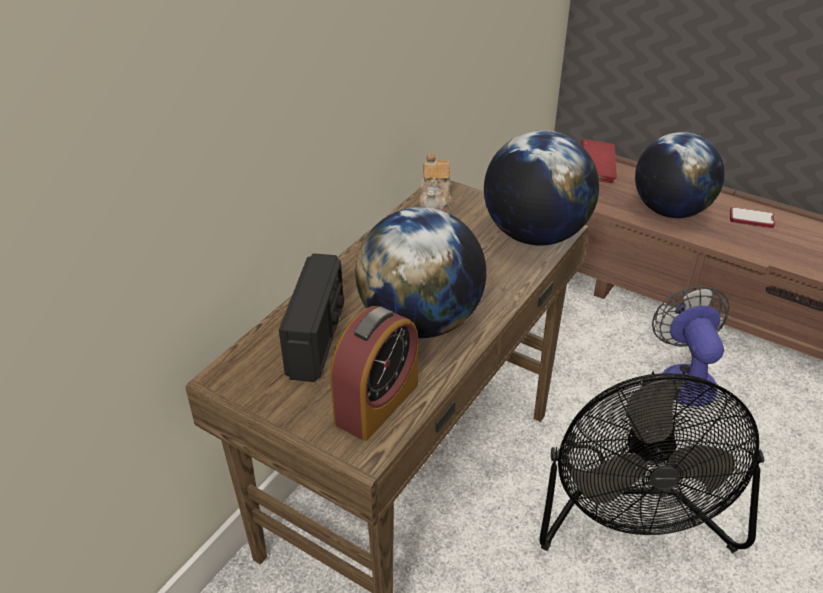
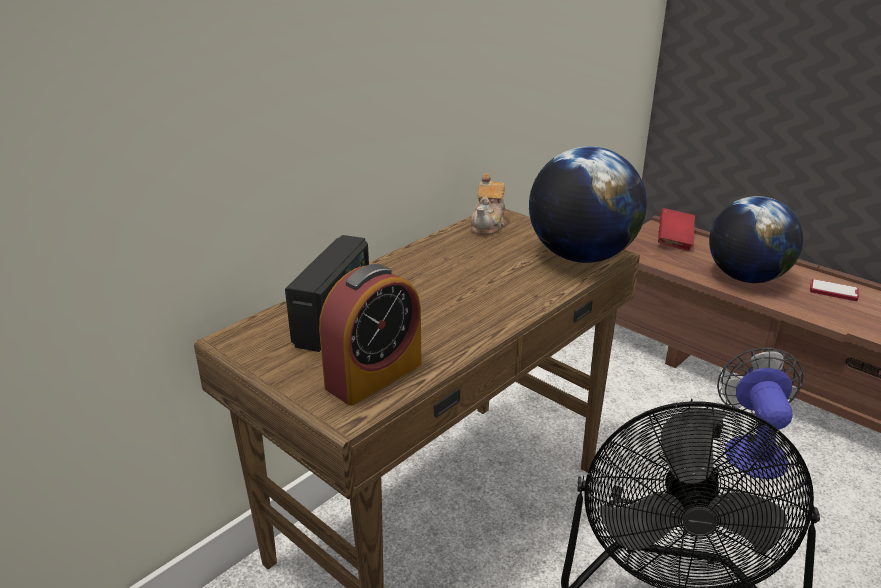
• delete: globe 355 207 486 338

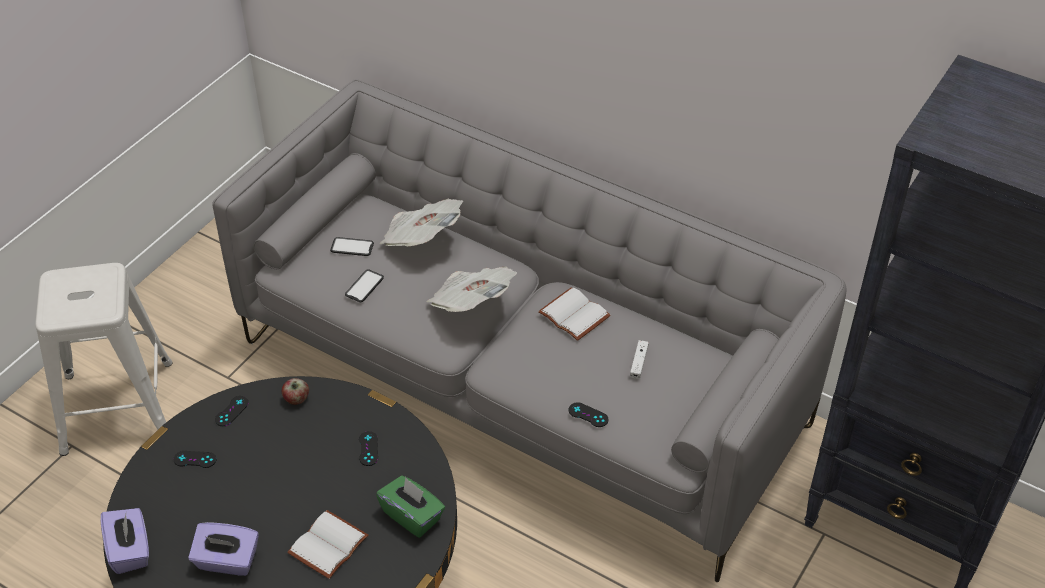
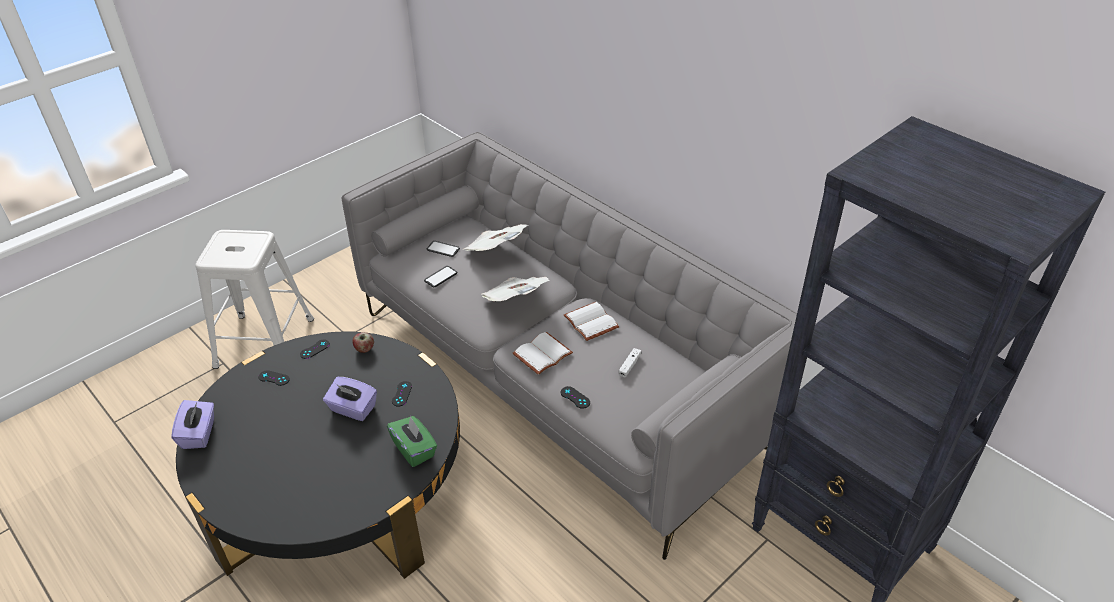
• move: tissue box/purple 188 522 259 576 to 323 377 377 421
• move: book/white 287 510 368 579 to 513 332 573 375

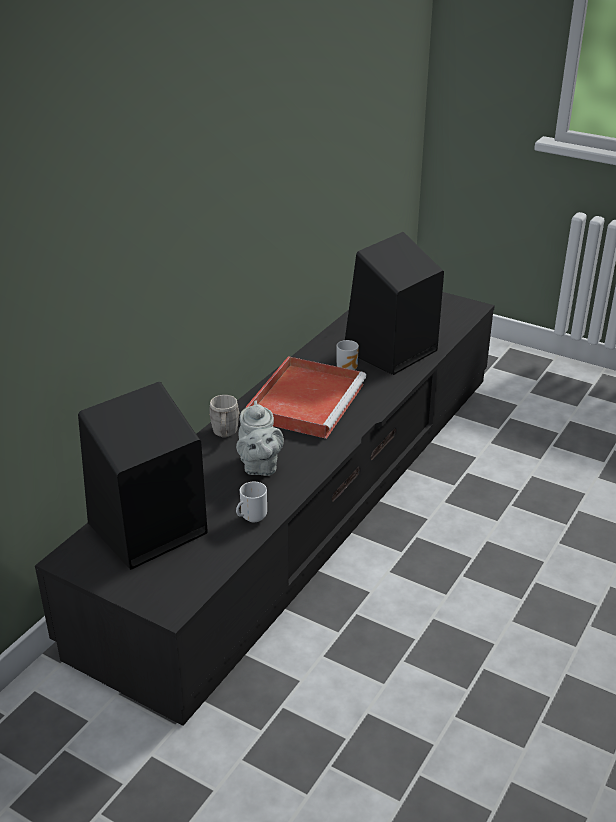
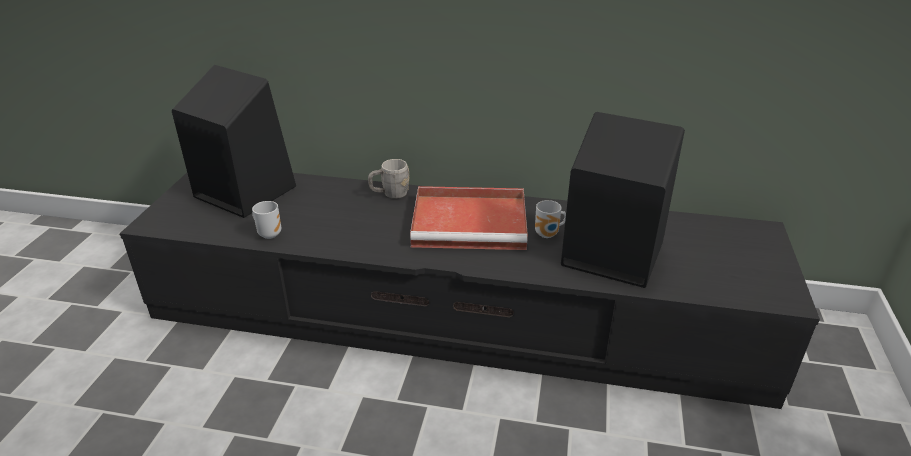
• delete: teapot/grey 236 401 284 476

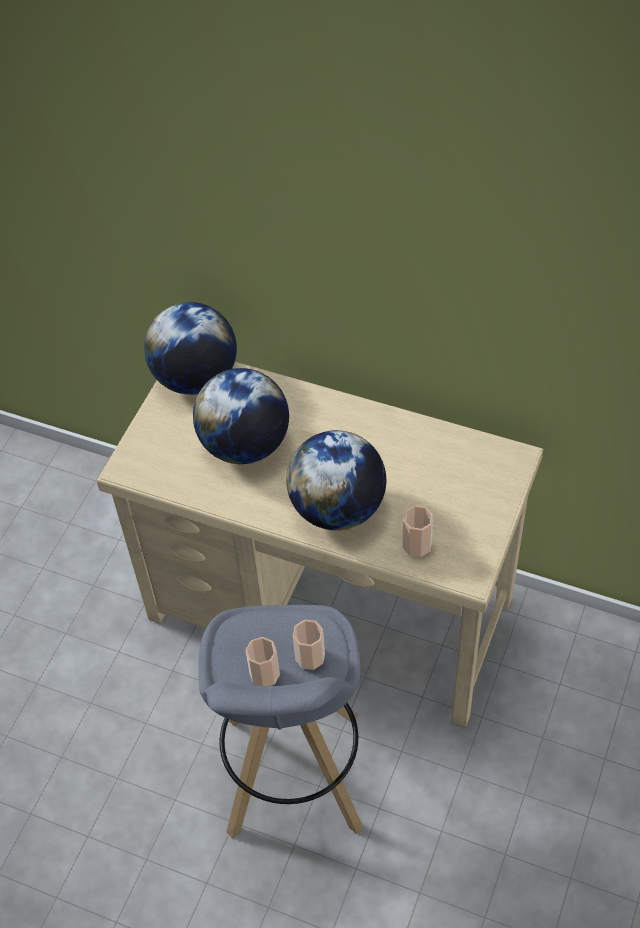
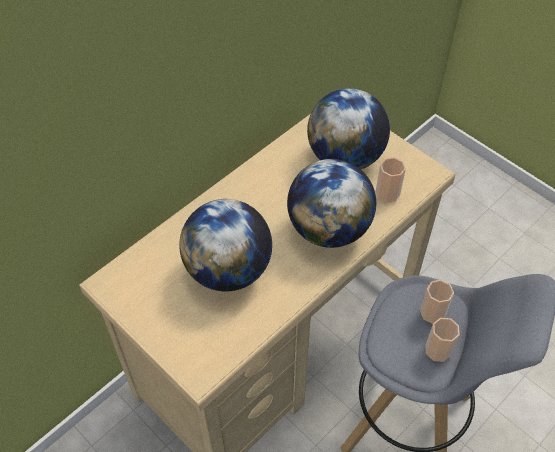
• move: globe 144 302 237 395 to 307 88 390 169

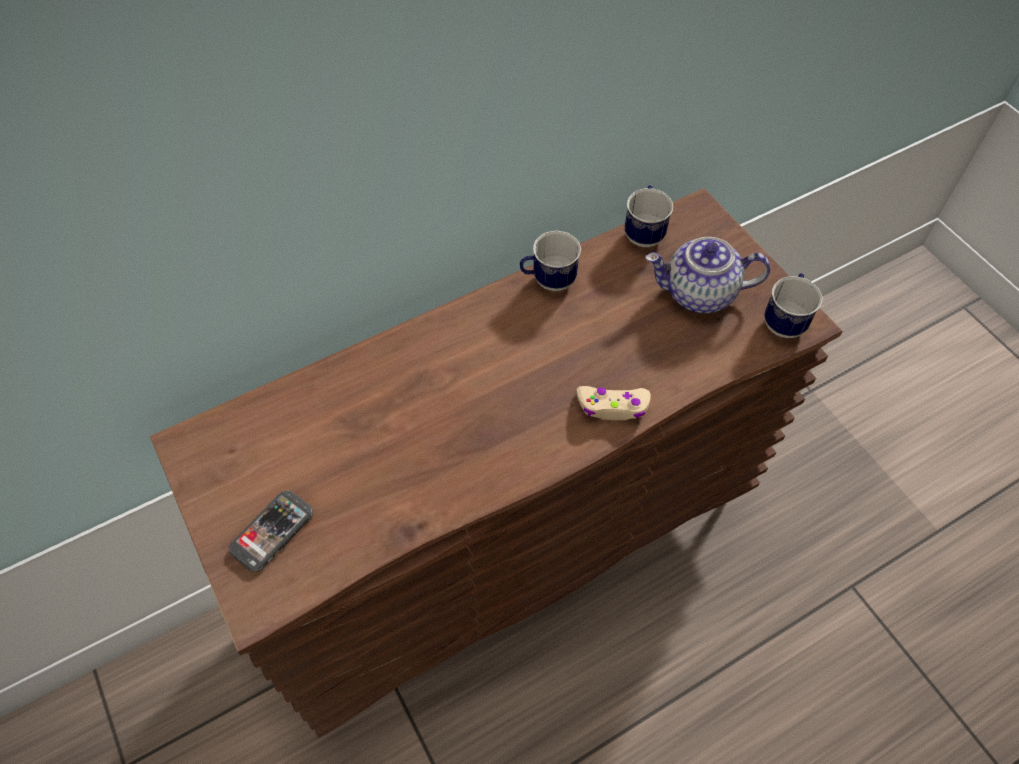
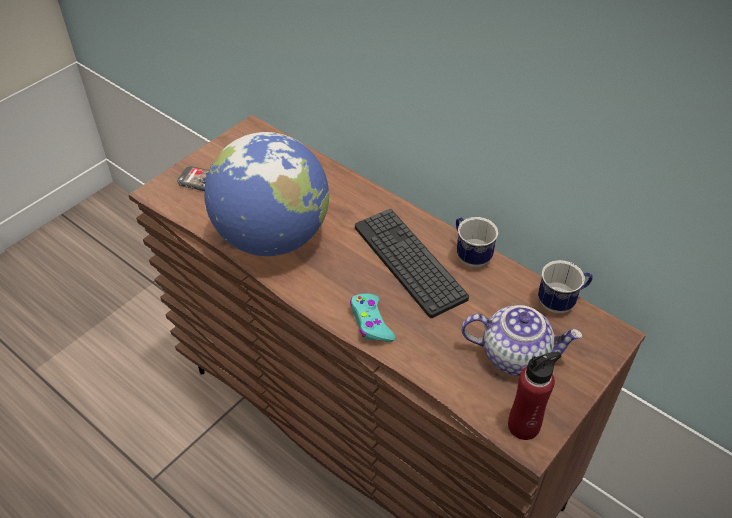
• insert: globe 204 132 329 256
• recolor: game controller/beige 576 386 651 420 to game controller/turquoise 350 294 395 342
• insert: keyboard 355 209 469 318
• rotate: teapot 645 237 770 313 = 461 305 582 376 120 degrees clockwise
• replace: mug 764 273 823 338 to bottle/red 508 352 561 440

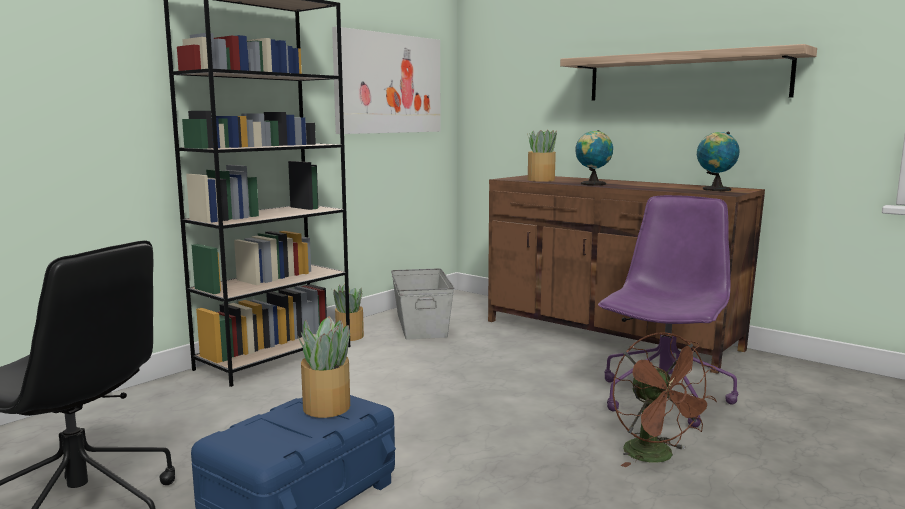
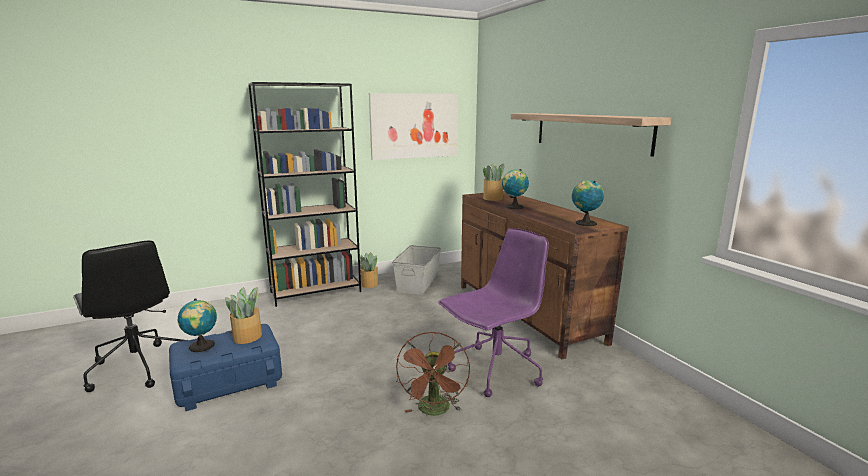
• insert: globe 178 298 217 352

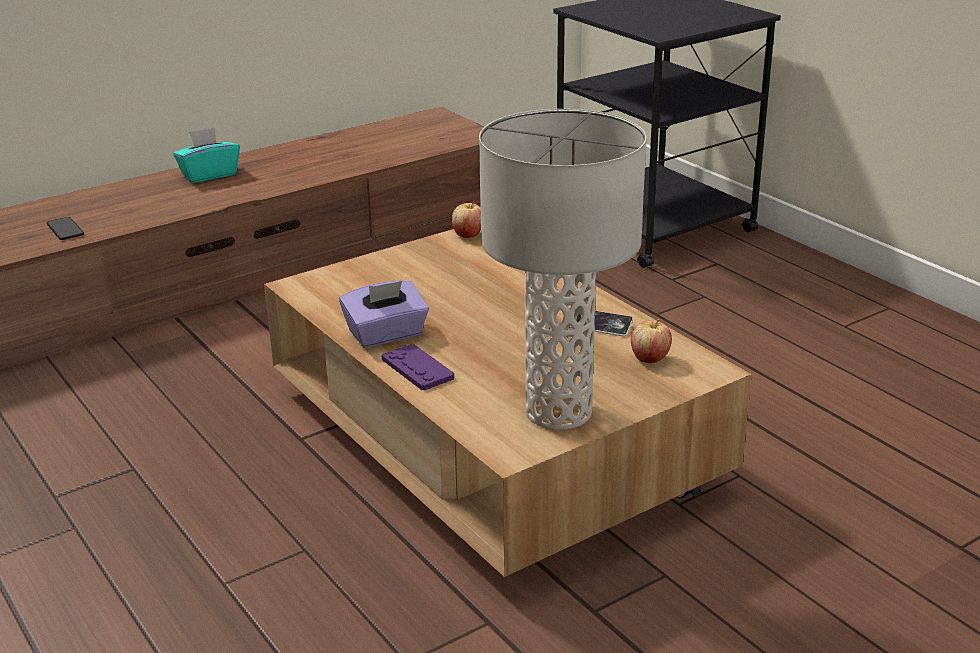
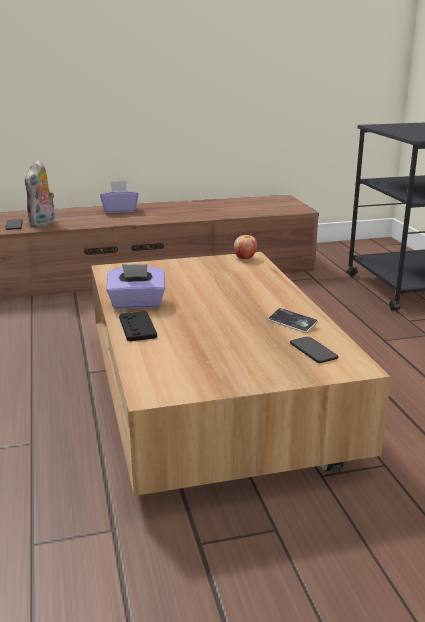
• insert: plush toy 25 160 55 227
• recolor: tissue box/turquoise 173 127 240 183 to tissue box/purple 100 181 139 213
• recolor: game controller/purple 382 344 454 390 to game controller/black 119 311 157 341
• replace: apple 631 319 672 363 to phone 290 337 338 363
• delete: table lamp/white 479 109 646 430

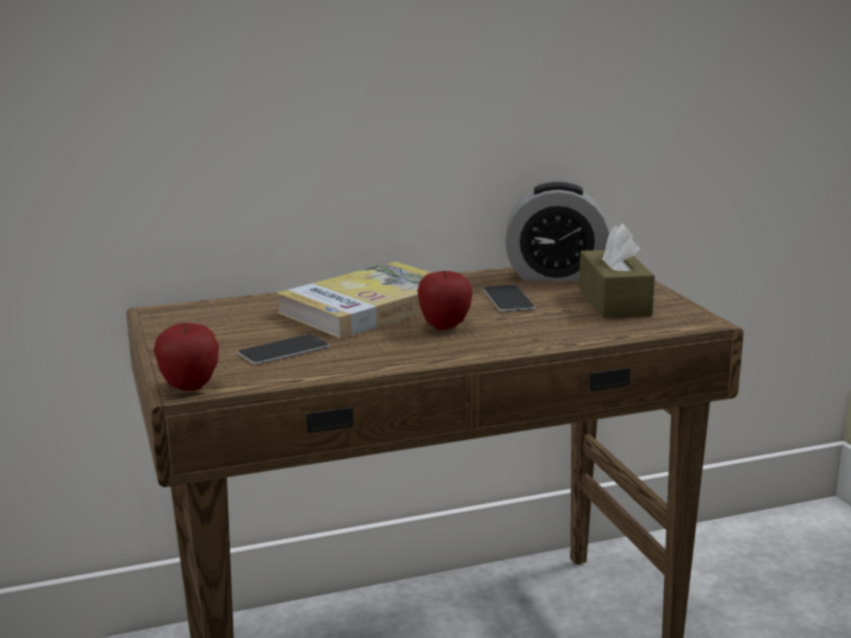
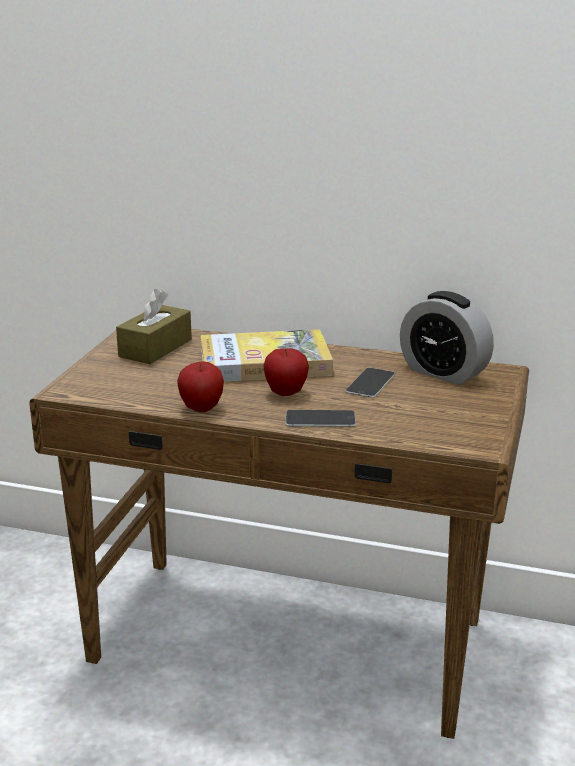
• move: tissue box/brown 579 224 655 318 to 116 289 192 364
• move: apple 154 323 219 391 to 177 361 224 412
• move: phone 237 334 330 365 to 286 410 356 427

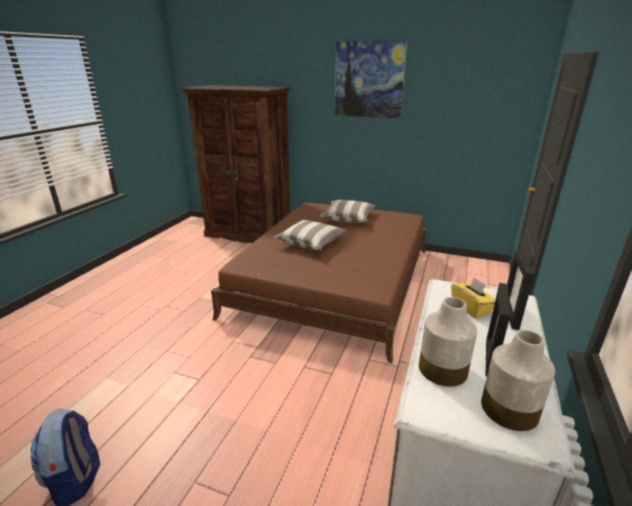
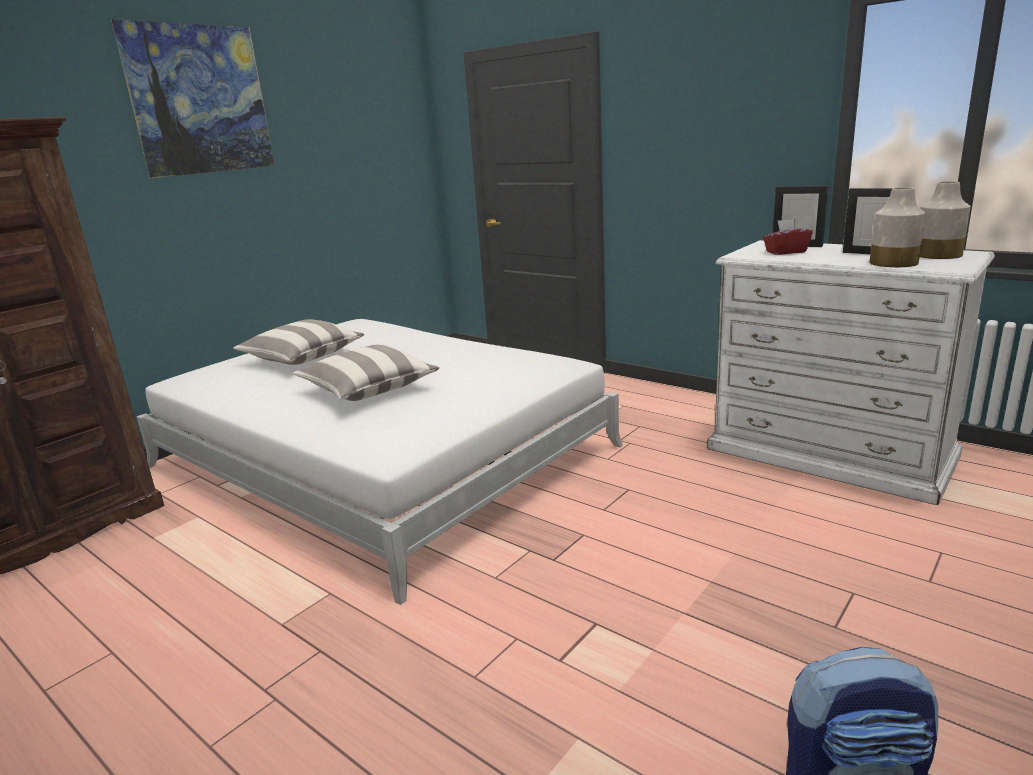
• recolor: bed/brown 211 203 427 363 to bed/white 137 319 623 605
• recolor: tissue box/yellow 451 277 495 318 to tissue box/red 763 219 813 255

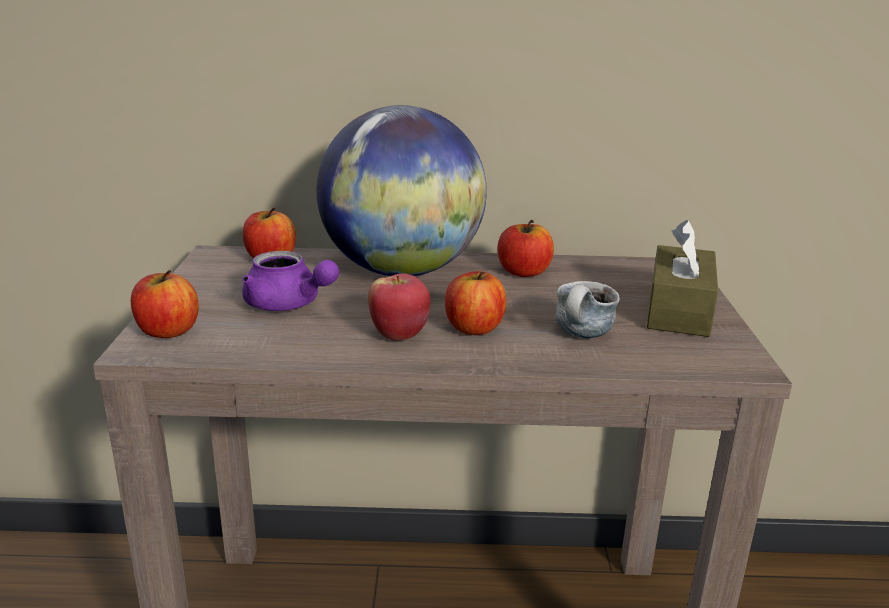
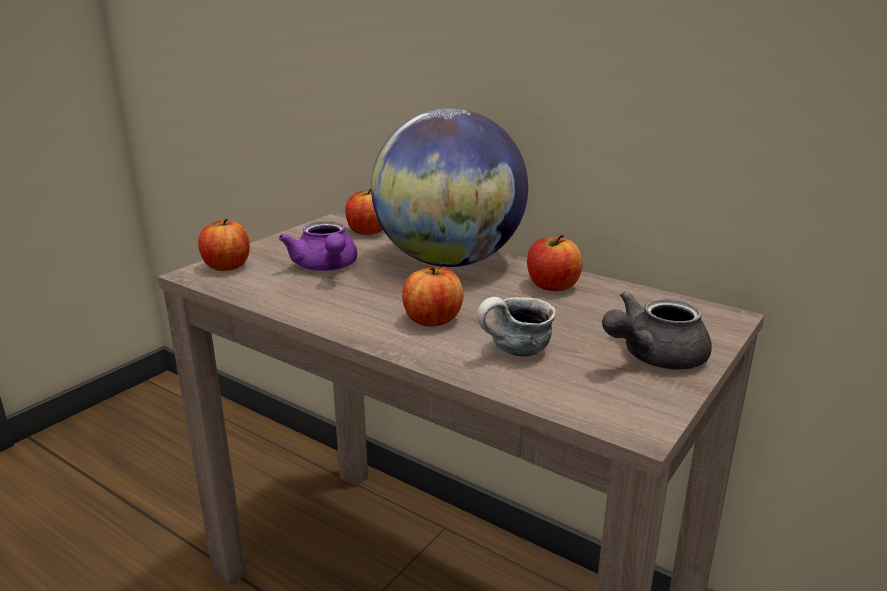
• replace: tissue box/brown 647 220 718 337 to teapot/grey 602 291 712 370
• delete: apple 368 273 430 341

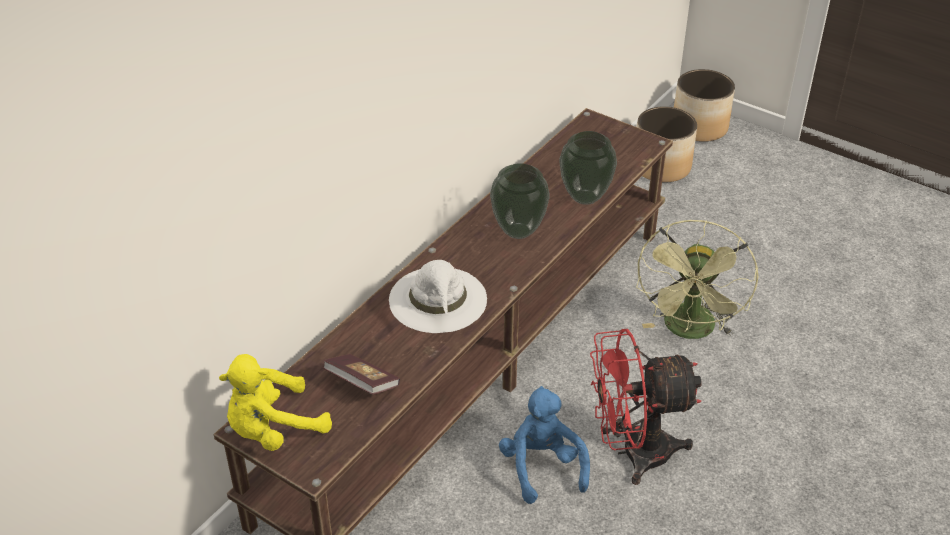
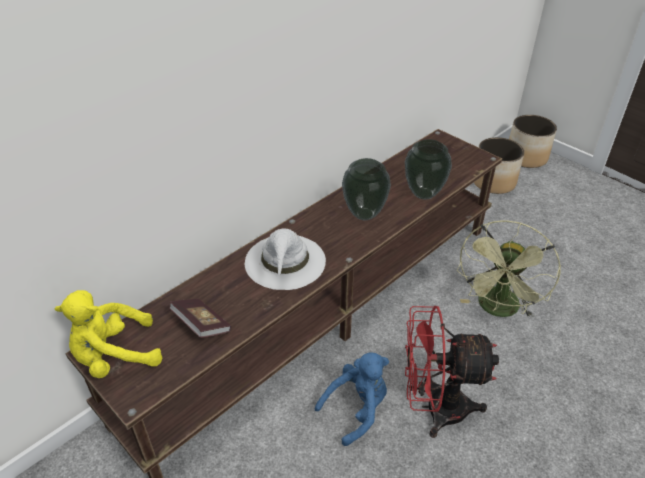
• rotate: plush toy/blue 499 386 590 504 = 315 352 389 446 60 degrees clockwise

